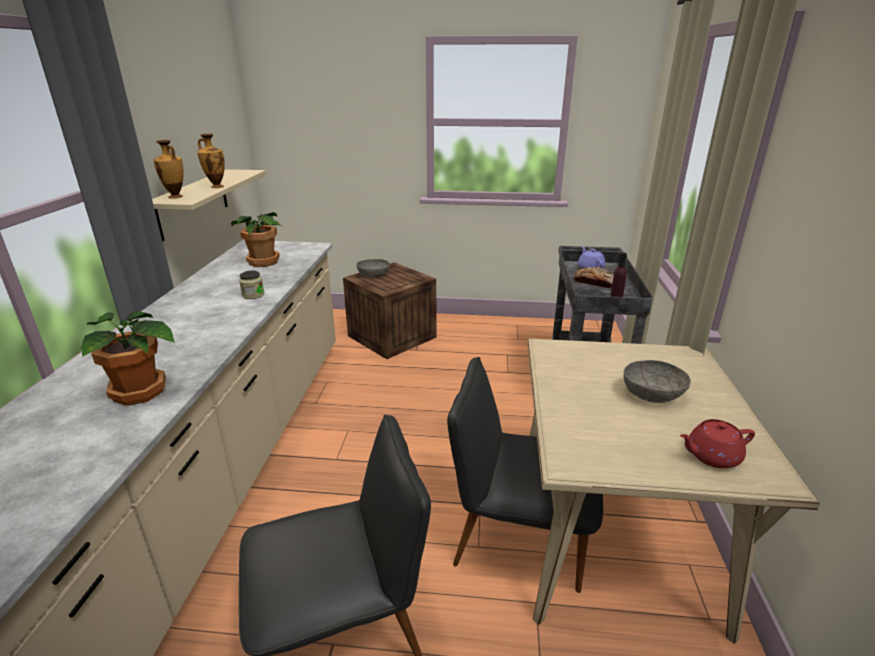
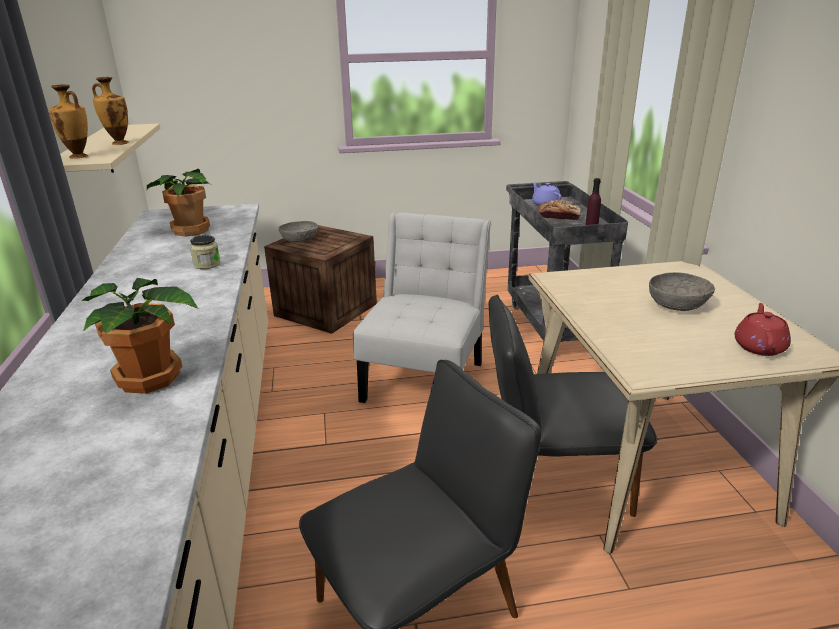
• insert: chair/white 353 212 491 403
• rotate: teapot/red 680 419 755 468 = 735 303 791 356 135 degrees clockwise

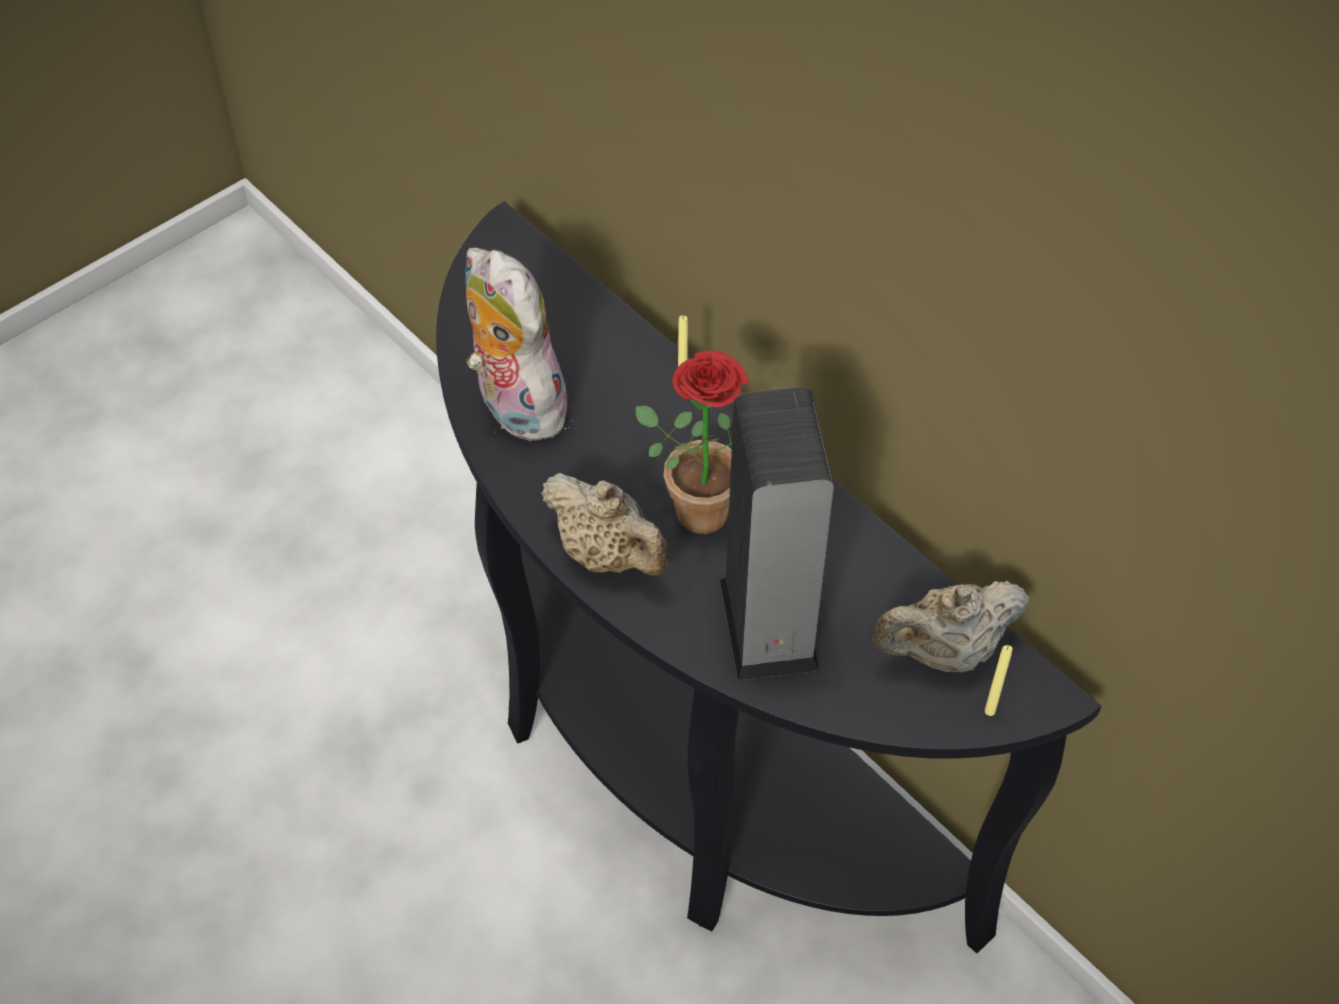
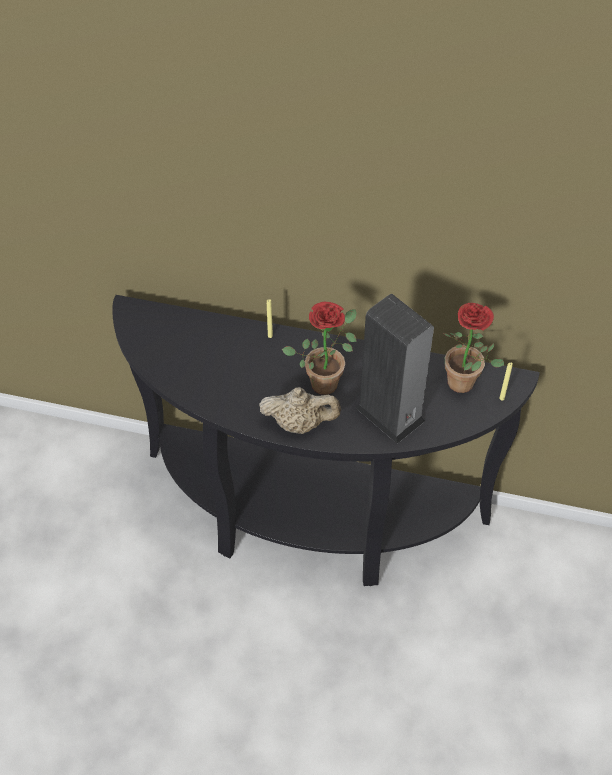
• replace: teapot/beige 873 581 1029 672 to potted plant 443 303 504 393
• delete: plush toy 465 248 575 441

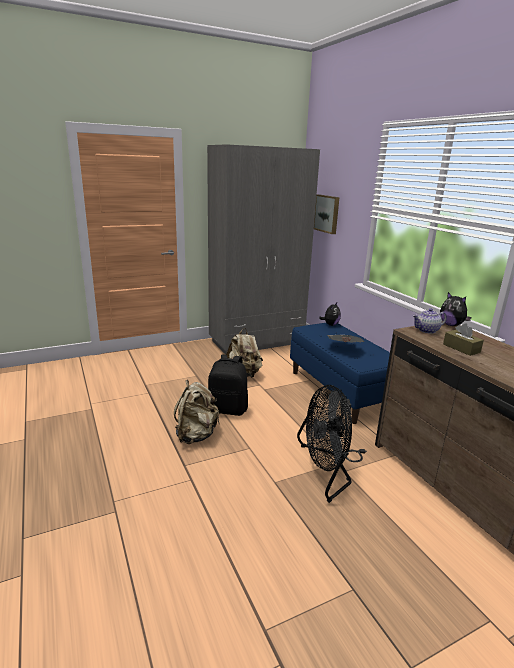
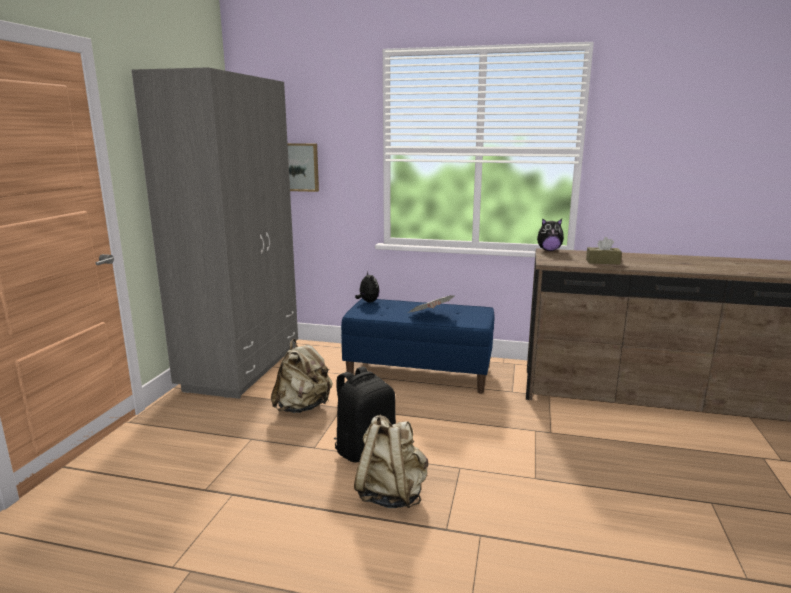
• delete: fan/black 297 385 367 503
• delete: teapot 412 308 447 334

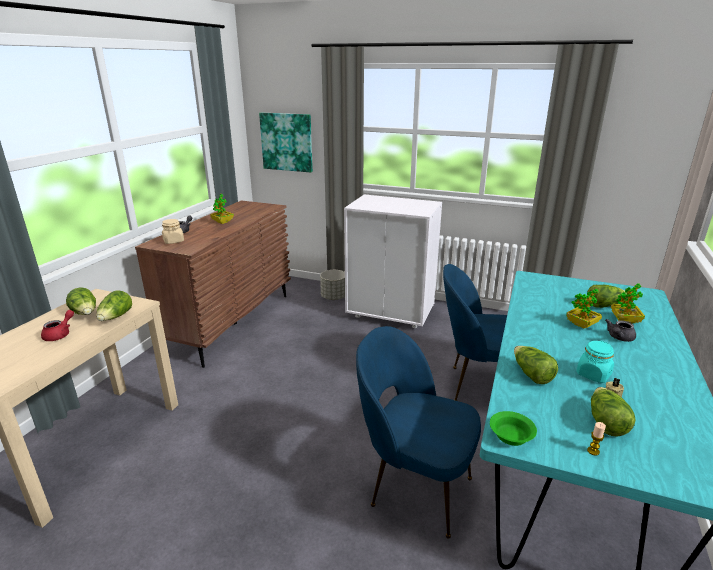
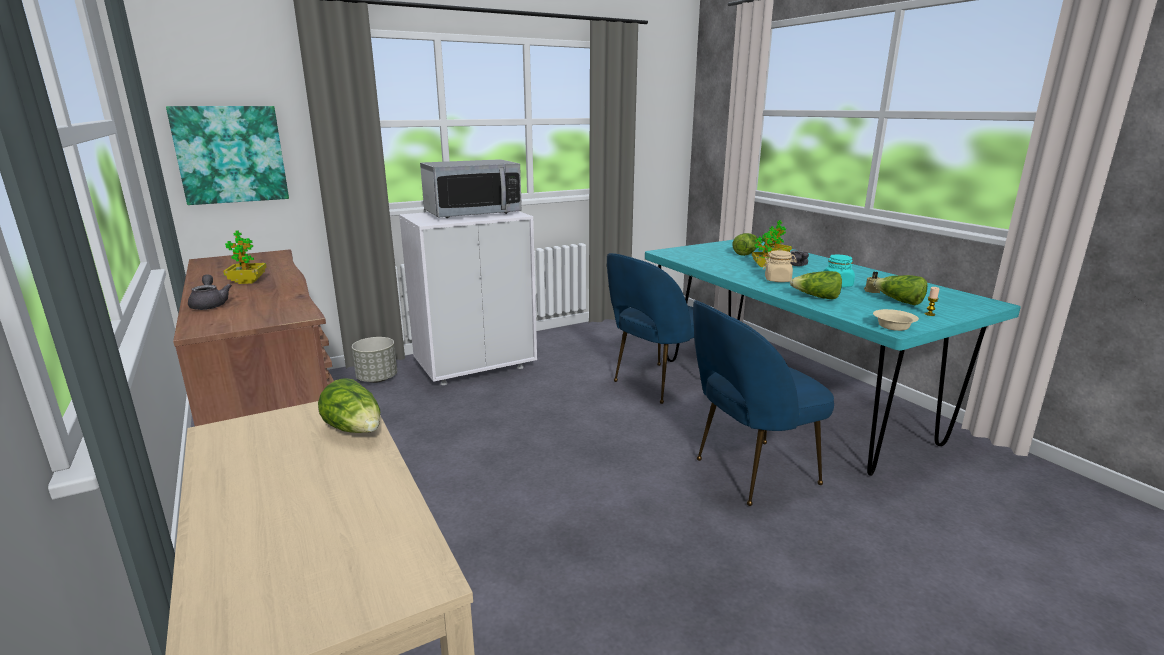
• insert: microwave 420 159 522 218
• move: jar/beige 162 219 184 244 to 763 250 797 282
• recolor: bowl/green 490 411 537 446 to bowl/beige 873 309 919 331
• delete: teapot/red 41 310 74 341
• delete: lettuce 66 287 96 315

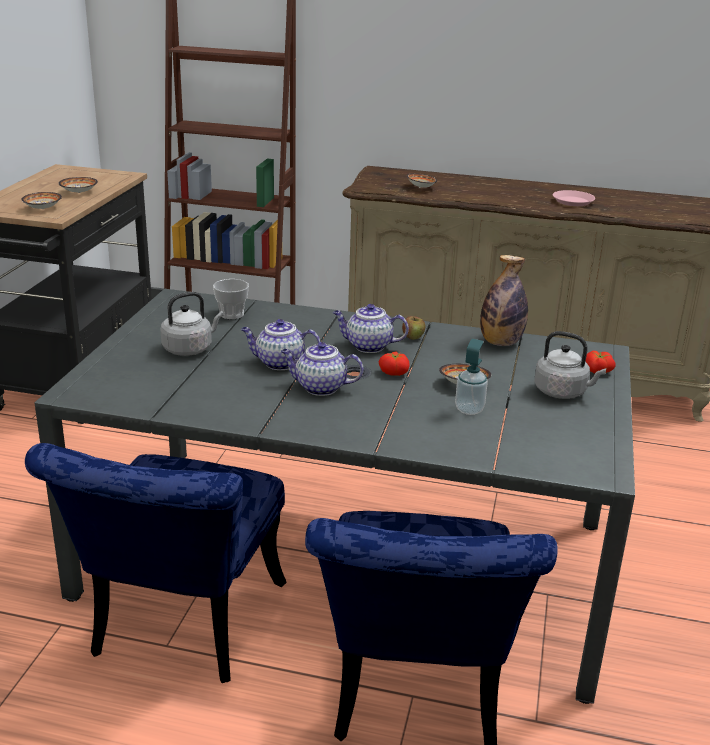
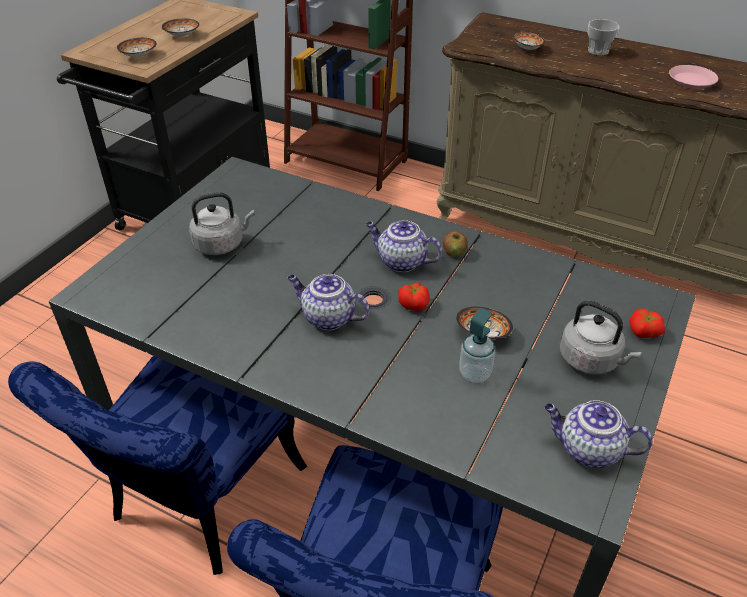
• move: teapot 241 319 320 370 to 544 400 653 468
• move: cup 213 279 249 319 to 588 19 620 56
• delete: bottle 480 255 528 346

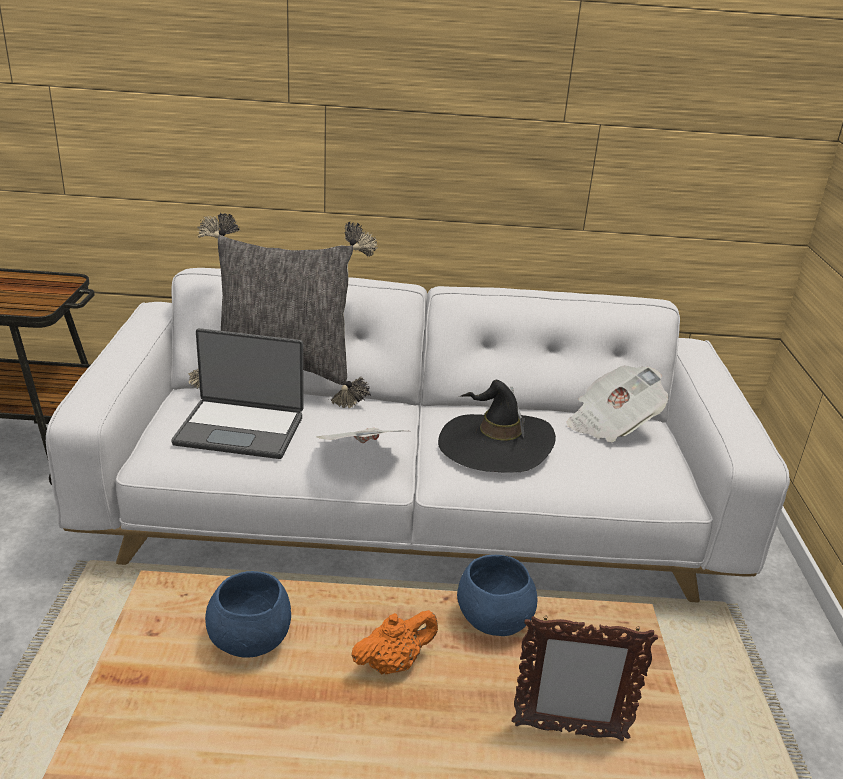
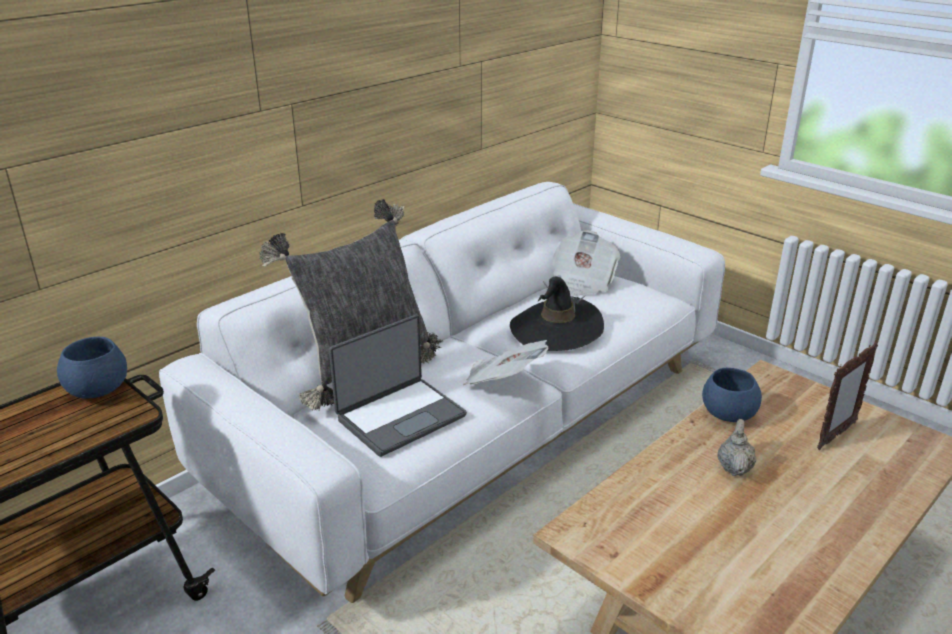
• move: bowl/blue 205 571 291 658 to 57 337 127 398
• recolor: teapot/orange 351 610 438 674 to teapot/beige 717 419 757 476

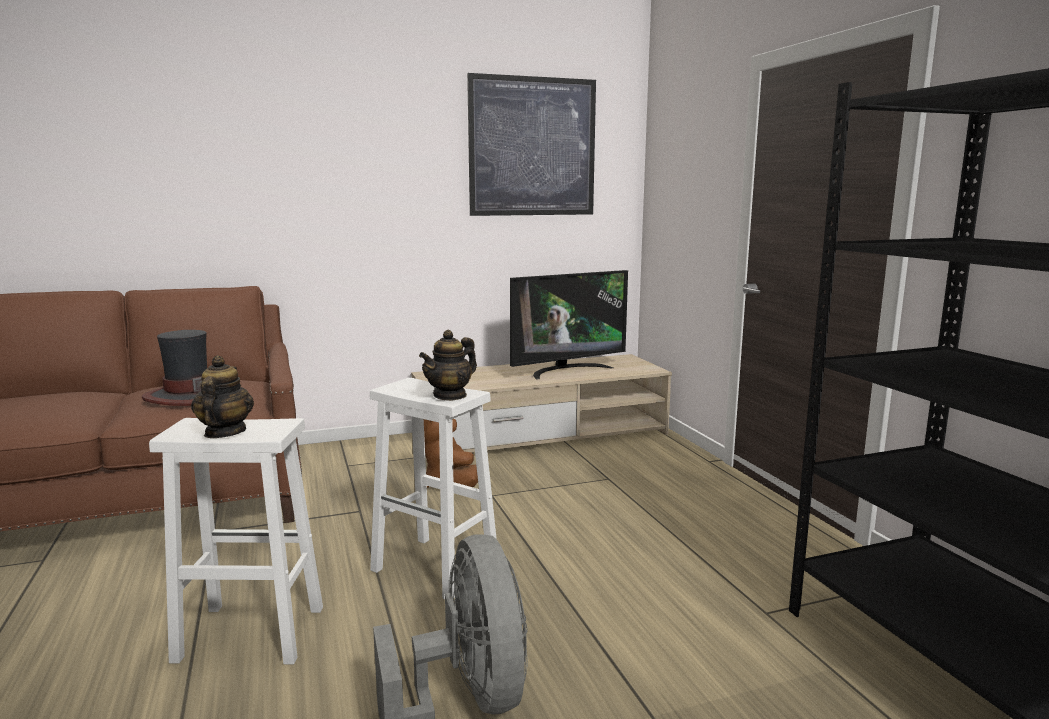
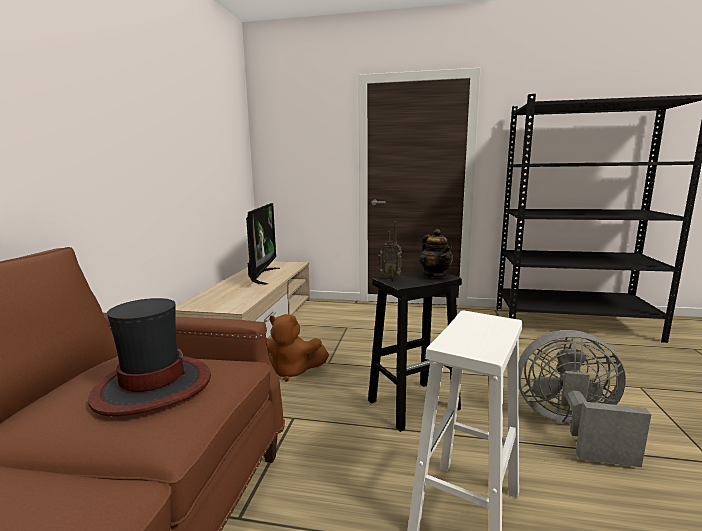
• recolor: stool/white 370 378 497 599 to stool/black 368 271 462 432
• insert: radio 378 221 402 280
• delete: teapot 191 355 254 438
• delete: picture 467 73 596 216

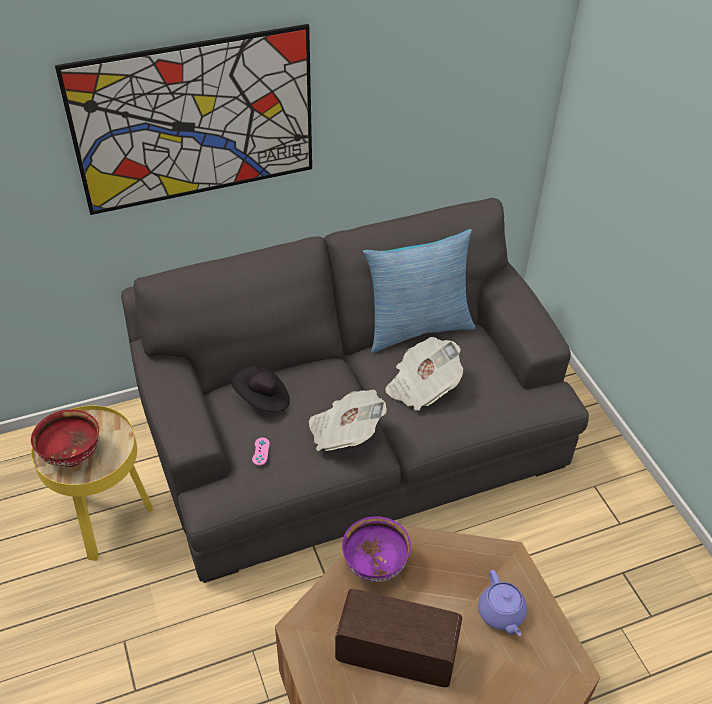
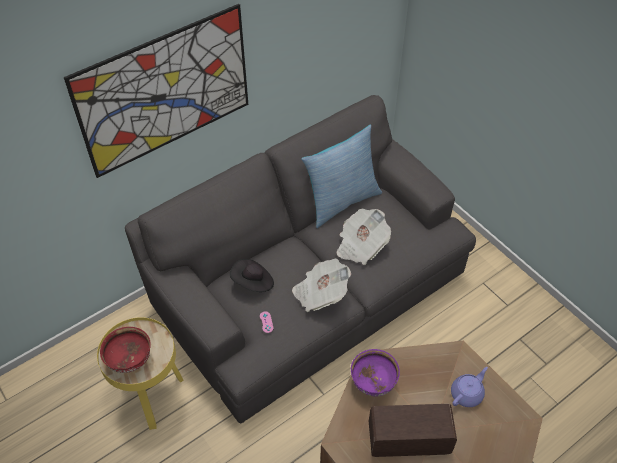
• rotate: teapot/purple 478 570 527 636 = 451 367 488 407 105 degrees counterclockwise

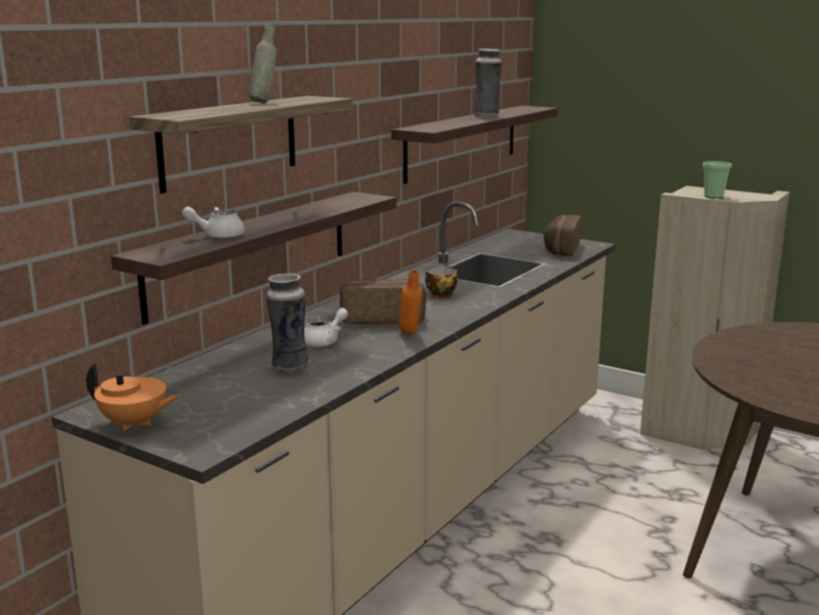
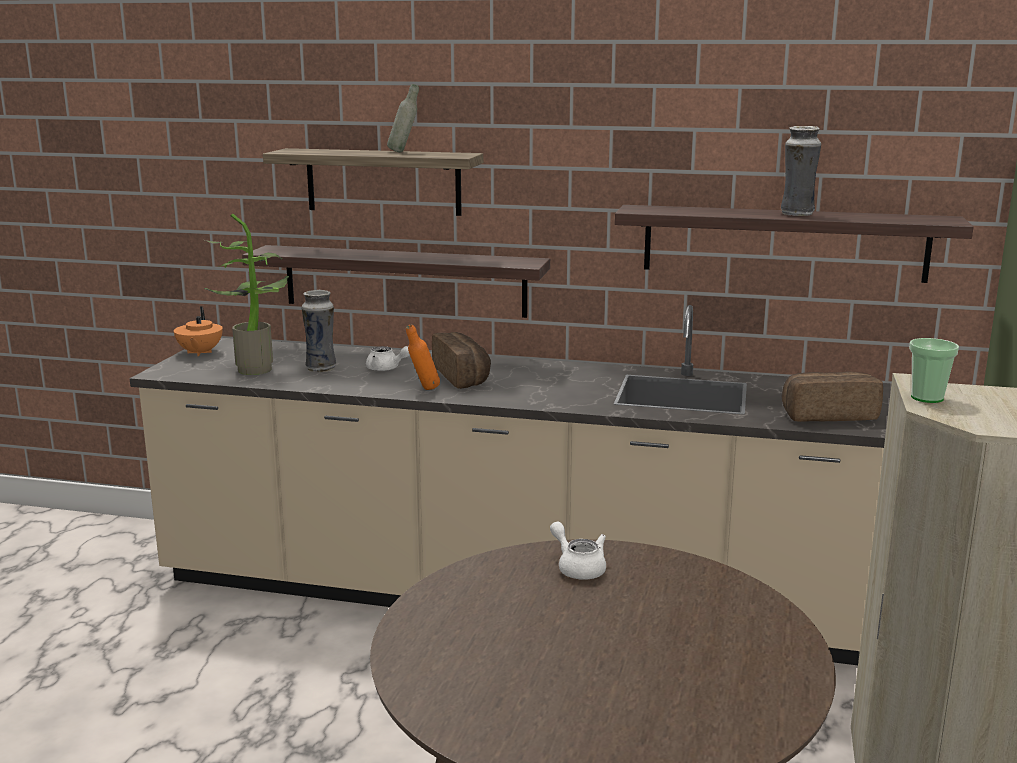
• insert: potted plant 204 213 289 375
• move: teapot/white 182 207 245 239 to 550 522 606 580
• delete: cup 425 267 457 298

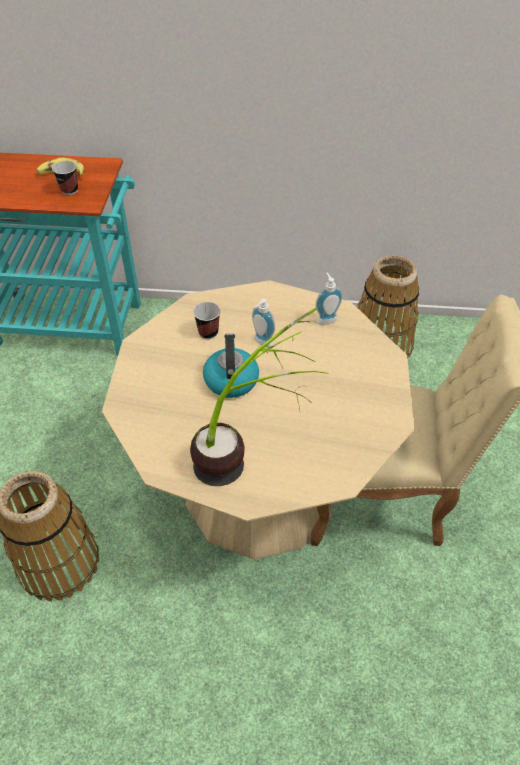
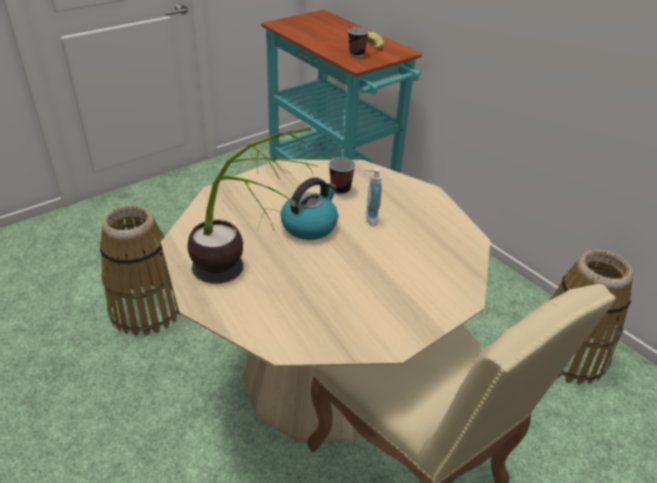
• delete: soap dispenser 315 273 343 325

